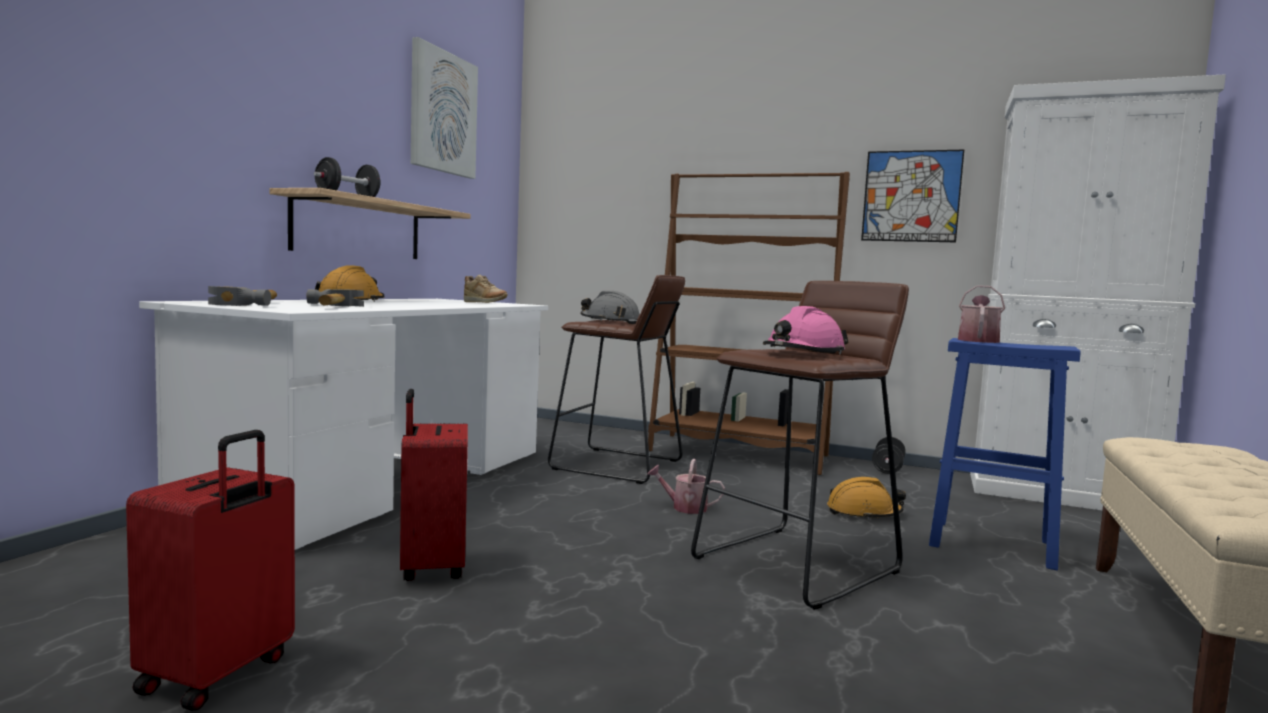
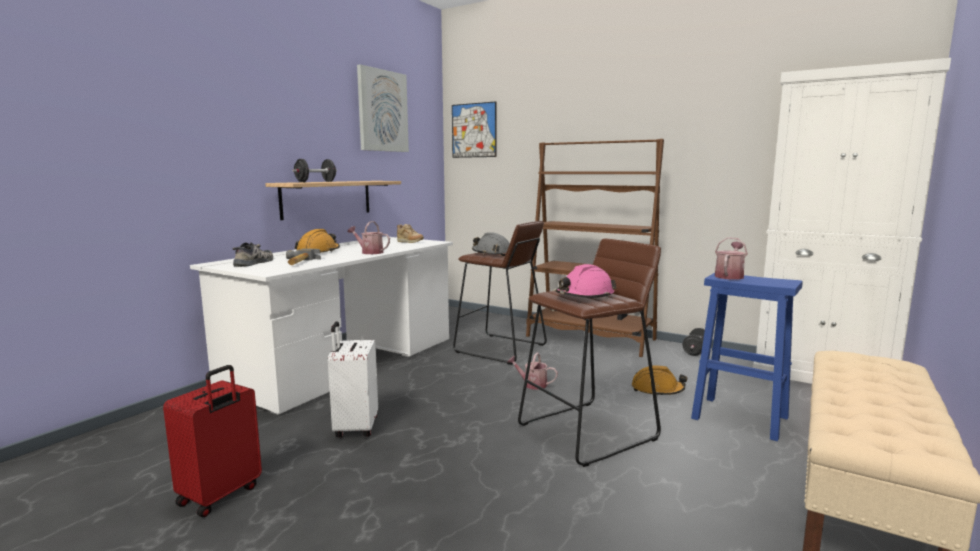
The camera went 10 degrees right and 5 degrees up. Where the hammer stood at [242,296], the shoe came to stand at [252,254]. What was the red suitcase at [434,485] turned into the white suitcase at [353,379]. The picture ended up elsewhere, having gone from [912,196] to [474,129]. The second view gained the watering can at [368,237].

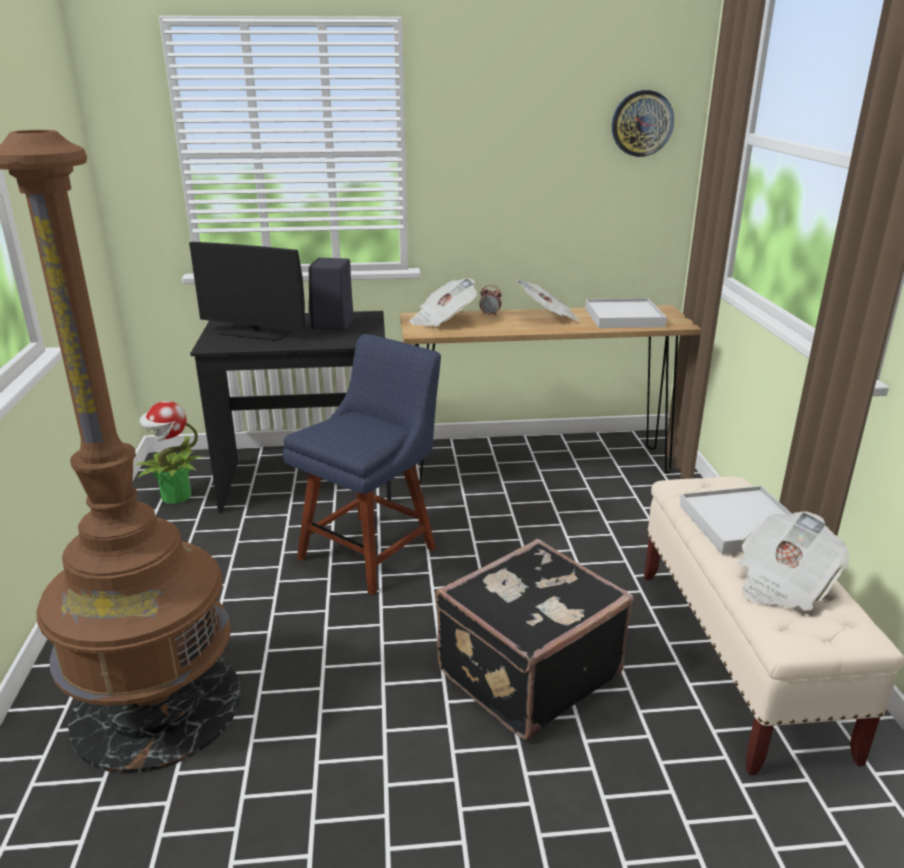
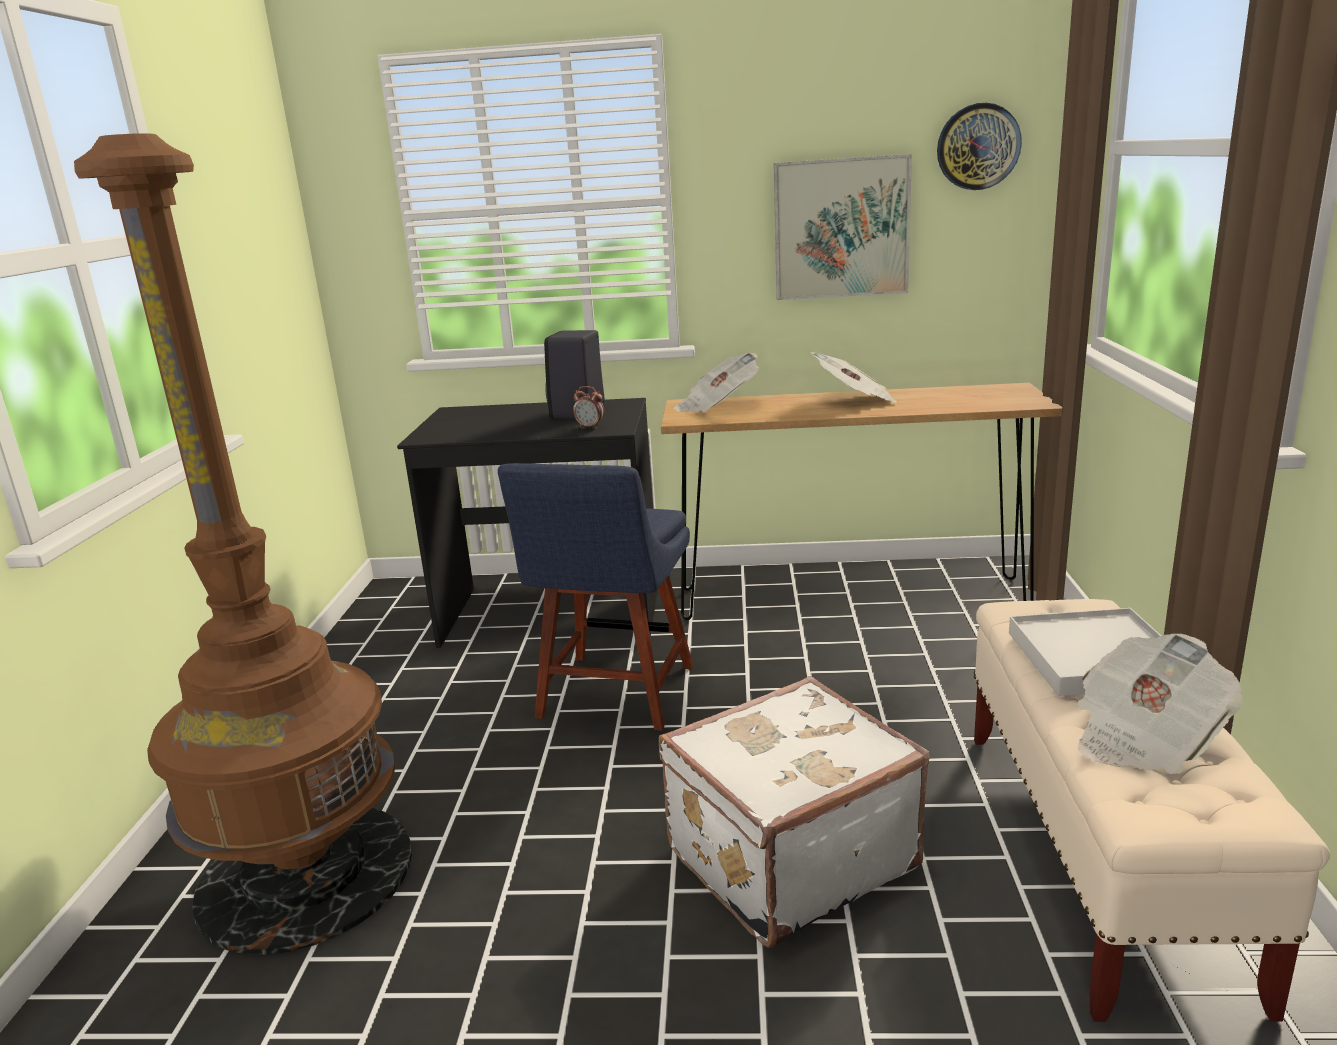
The camera went 10 degrees right and 5 degrees down. The second view lost the potted plant at [168,452]. The second view lost the monitor at [247,291]. The blue chair at [361,465] ended up facing another way, 150 degrees clockwise from before. What was the black suitcase at [535,639] turned into the white suitcase at [794,812]. The alarm clock ended up elsewhere, having gone from [490,300] to [589,407]. The second view lost the white tray at [626,313]. The second view gained the picture at [843,227].

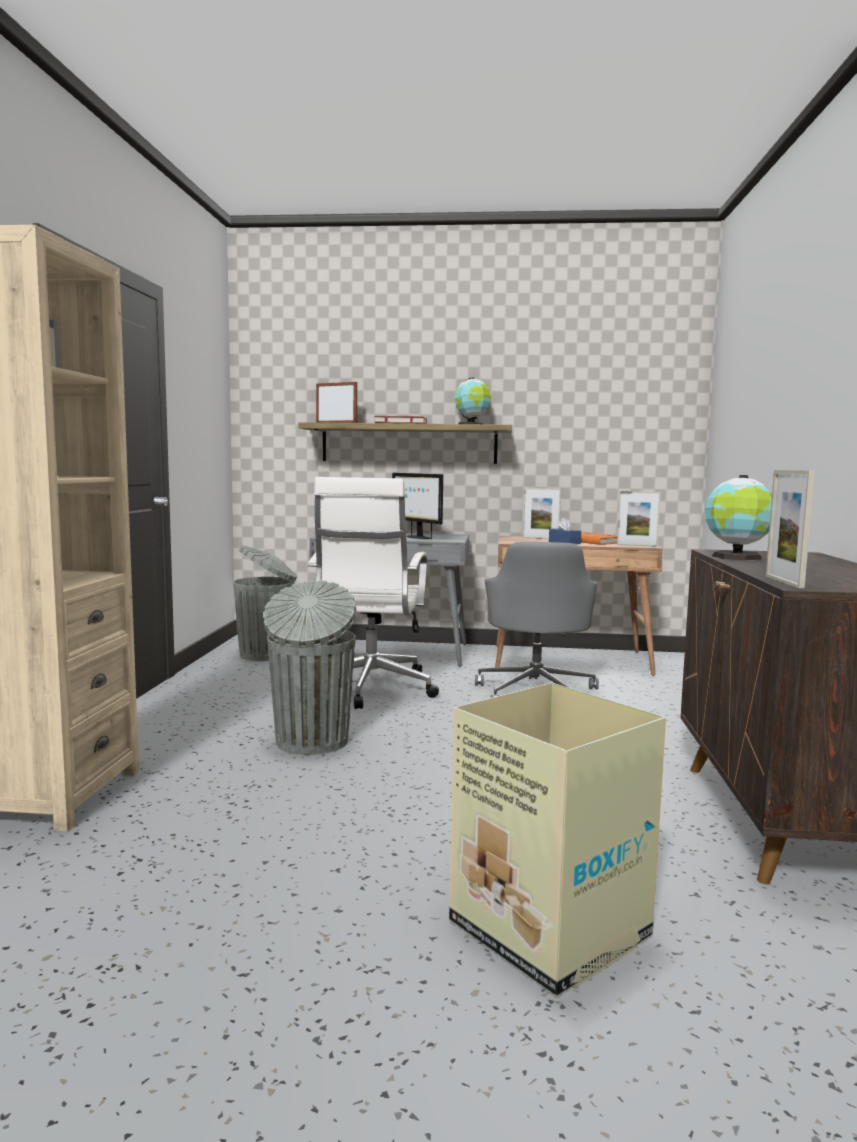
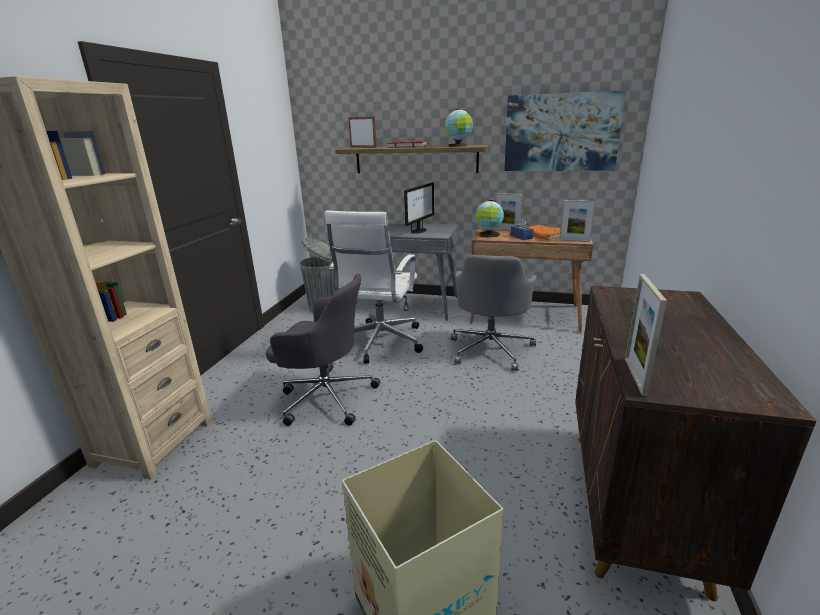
The camera went 10 degrees right and 15 degrees up. Where the grey trash can stood at [310,667], the grey office chair came to stand at [323,350]. The monitor at [417,506] ended up facing another way, 120 degrees counterclockwise from before. The globe ended up elsewhere, having gone from [738,517] to [489,219]. The second view gained the picture at [565,130].

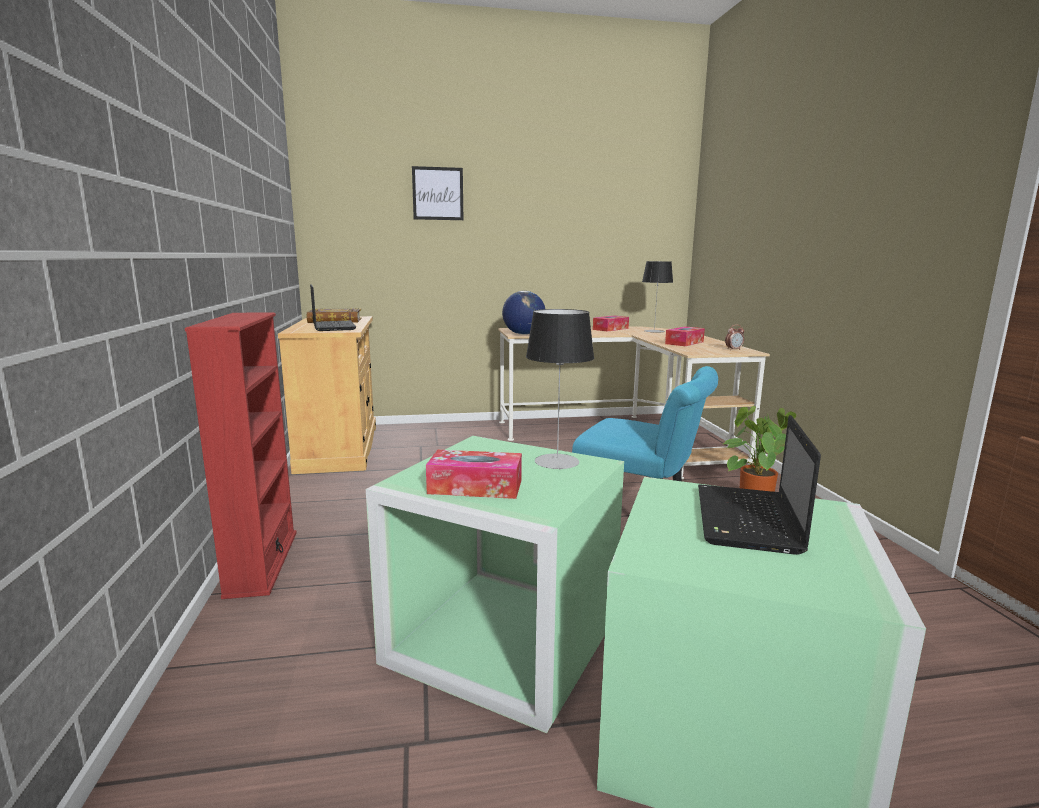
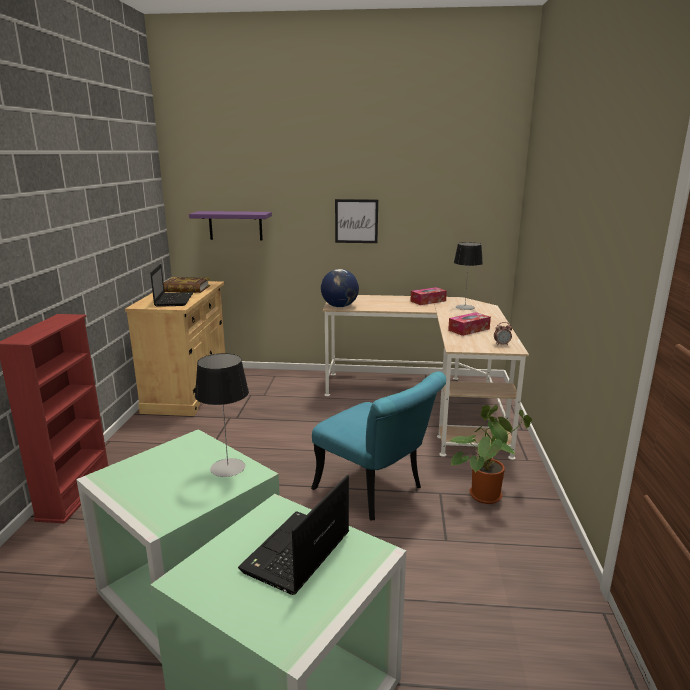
The camera went 15 degrees right and 5 degrees up. The picture ended up elsewhere, having gone from [437,193] to [356,221]. The second view lost the tissue box at [474,474]. The second view gained the purple shelf at [230,226].

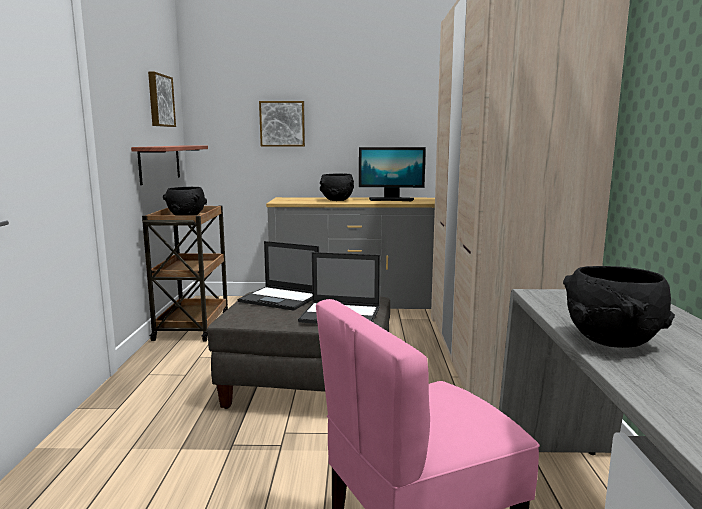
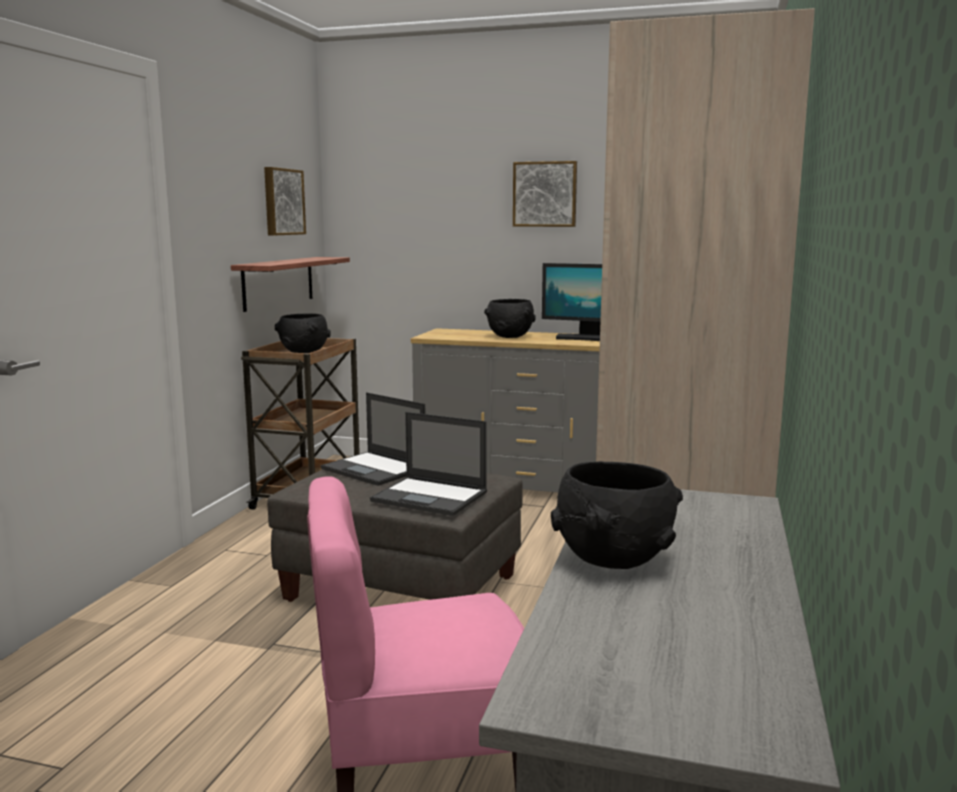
The camera went 15 degrees right and 0 degrees up. The picture ended up elsewhere, having gone from [282,124] to [545,194].

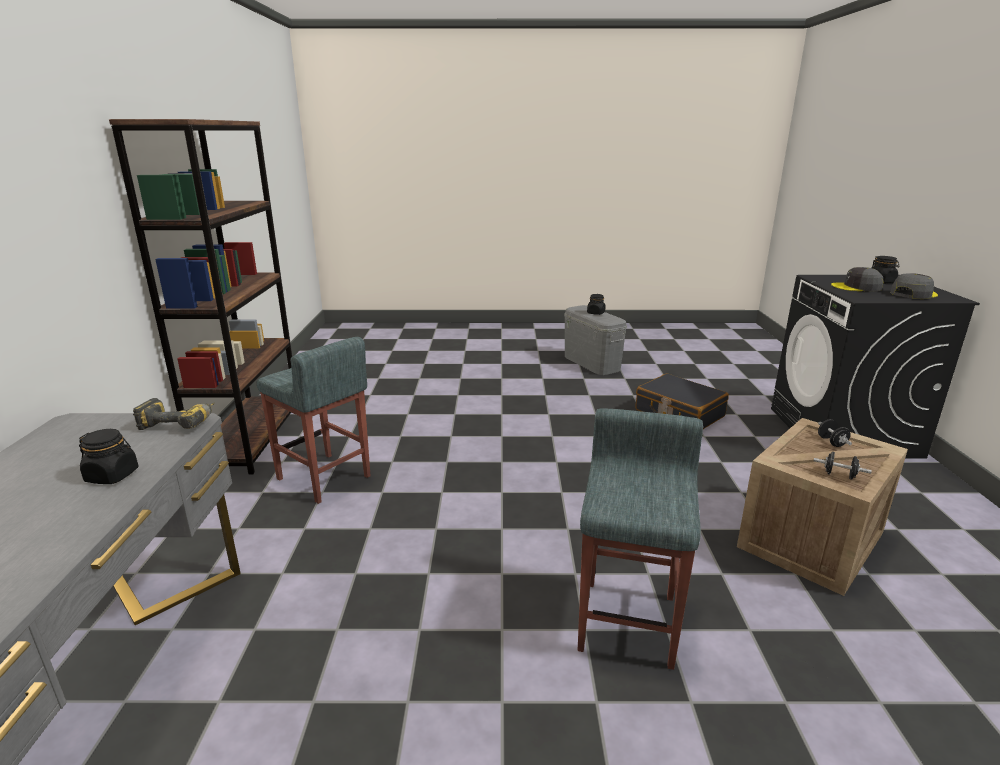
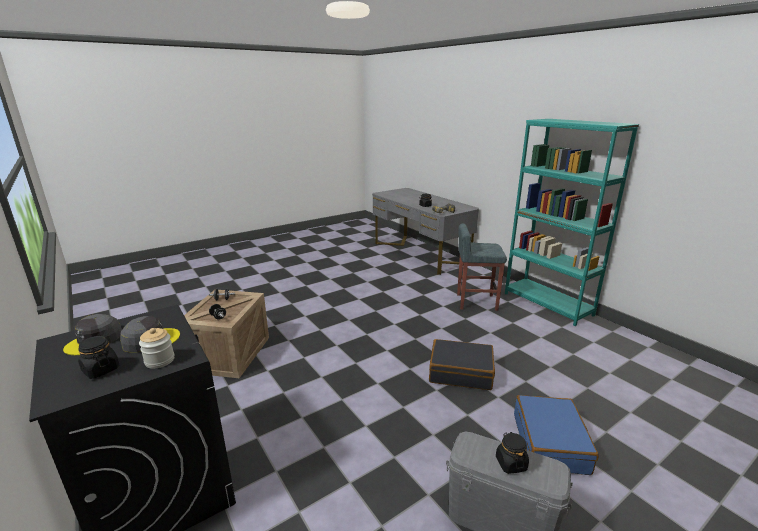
The camera went 145 degrees right and 0 degrees up. What was the brown bookcase at [200,296] turned into the turquoise bookcase at [572,222]. The second view lost the grey stool at [640,539]. The black suitcase ended up elsewhere, having gone from [682,401] to [462,364]. The second view gained the jar at [156,348]. The second view gained the blue suitcase at [556,435].

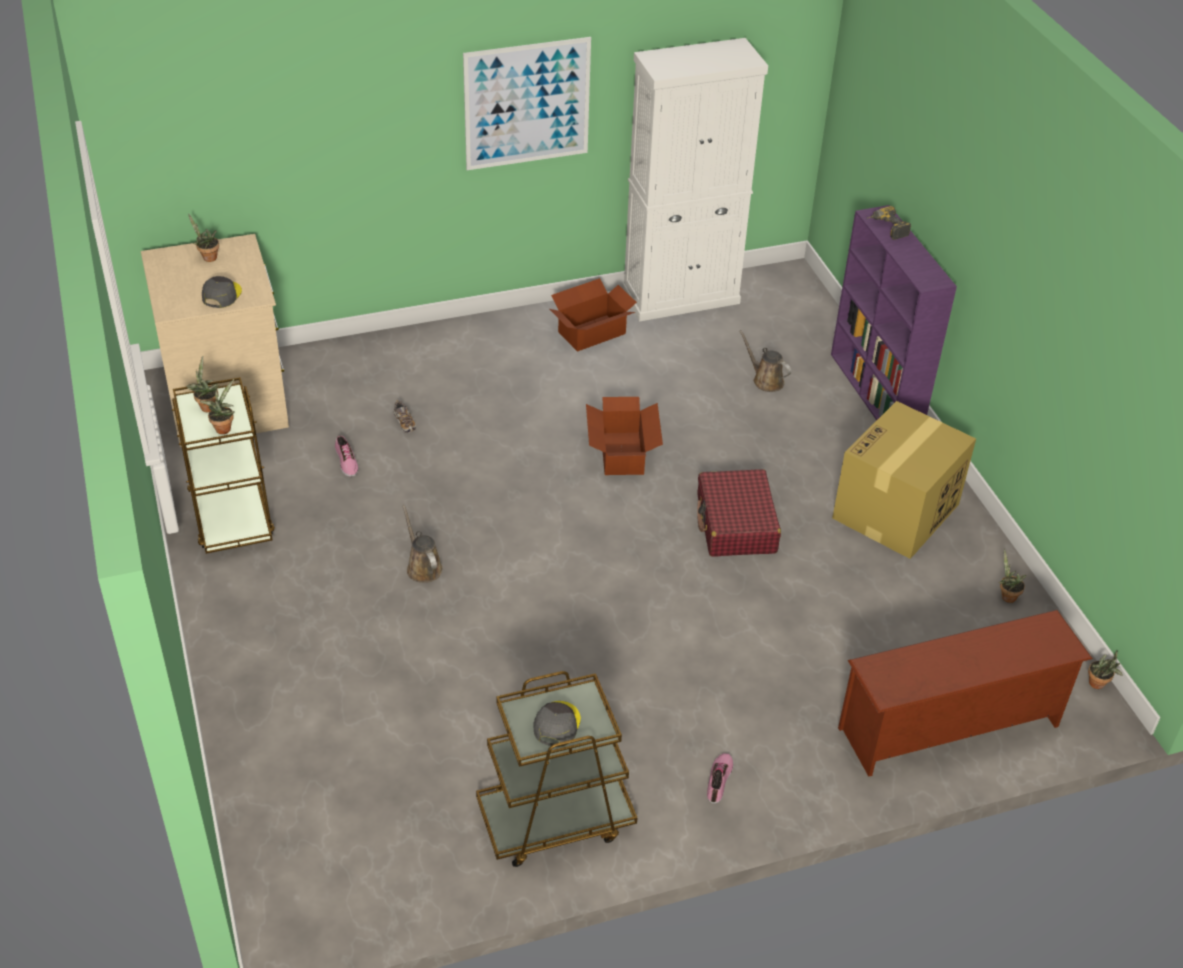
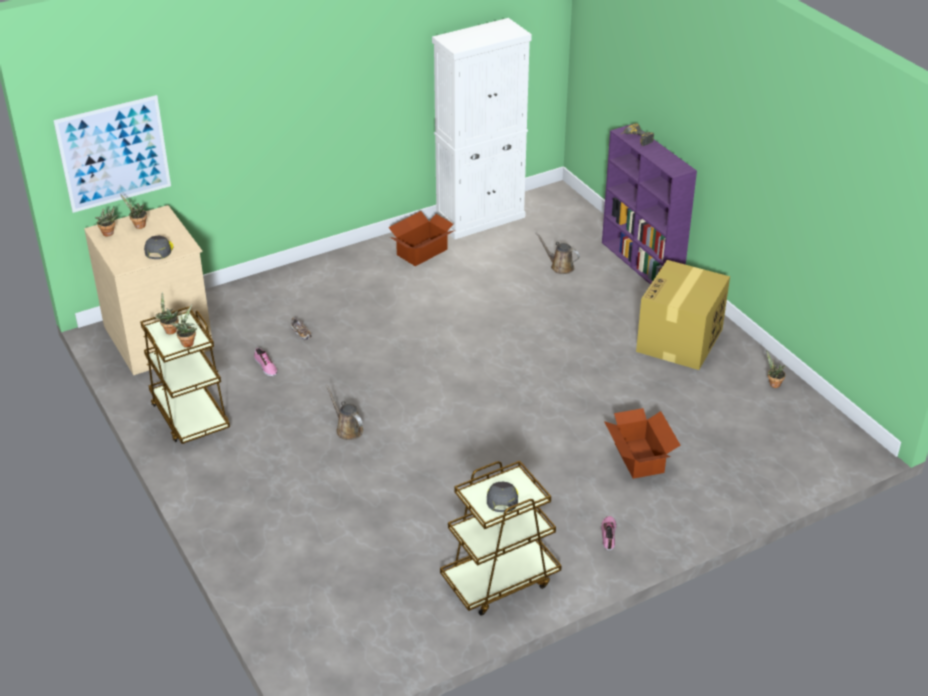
The camera went 10 degrees left and 5 degrees down. The picture ended up elsewhere, having gone from [527,103] to [112,154]. The cardboard box ended up elsewhere, having gone from [624,436] to [642,443]. The second view lost the red suitcase at [739,512]. The second view lost the brown shoe rack at [965,693]. The potted plant ended up elsewhere, having gone from [1105,669] to [106,221].

